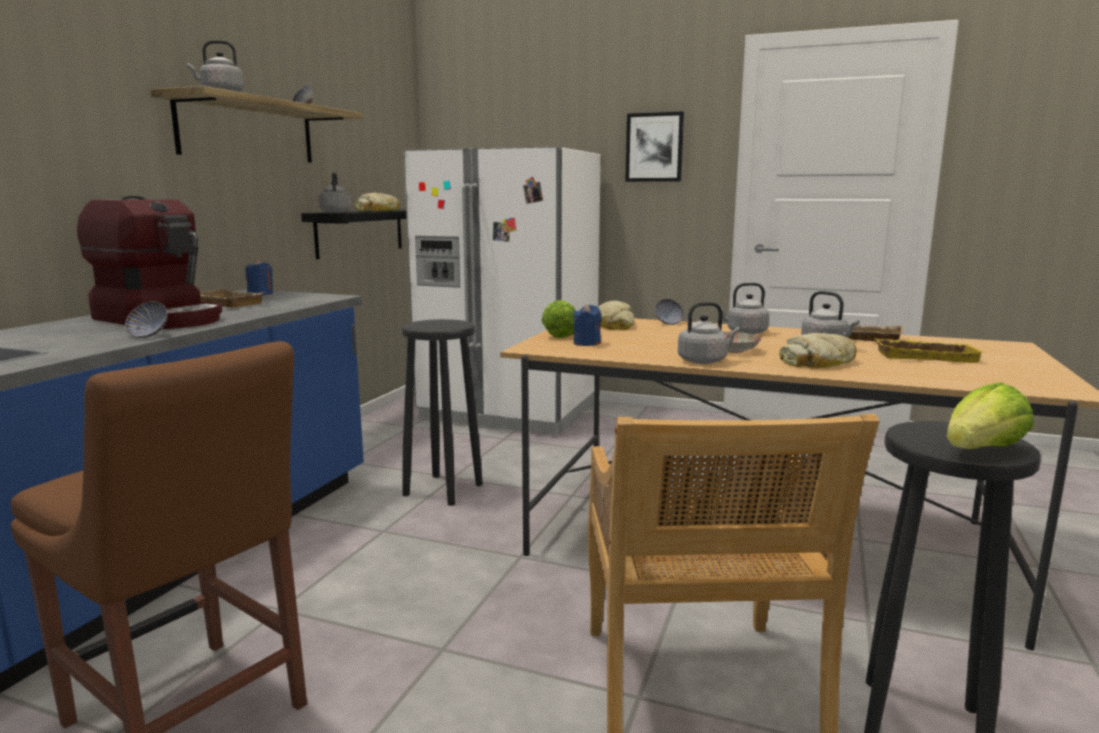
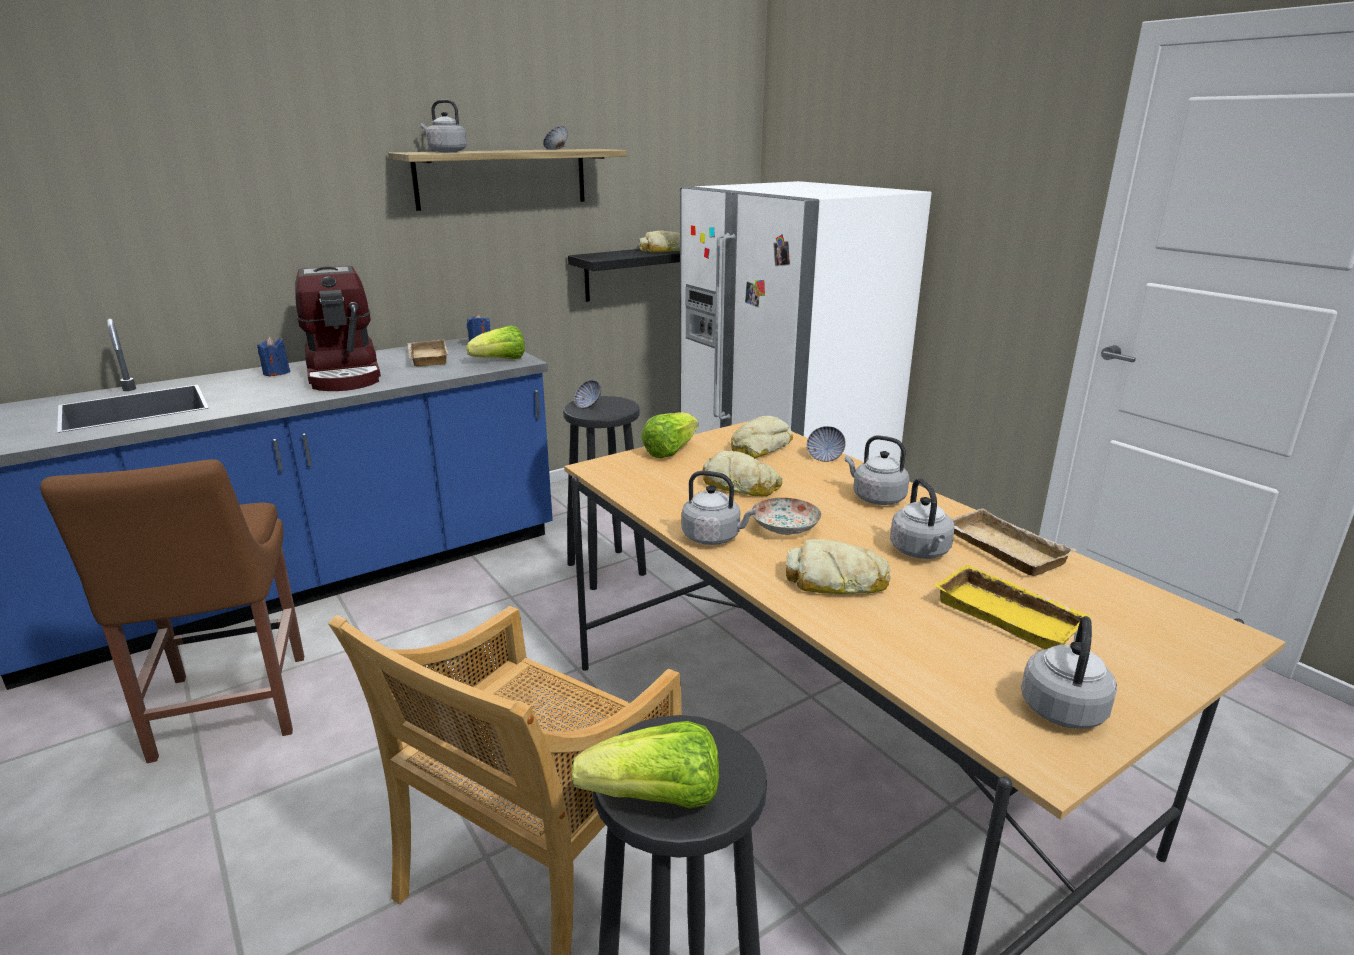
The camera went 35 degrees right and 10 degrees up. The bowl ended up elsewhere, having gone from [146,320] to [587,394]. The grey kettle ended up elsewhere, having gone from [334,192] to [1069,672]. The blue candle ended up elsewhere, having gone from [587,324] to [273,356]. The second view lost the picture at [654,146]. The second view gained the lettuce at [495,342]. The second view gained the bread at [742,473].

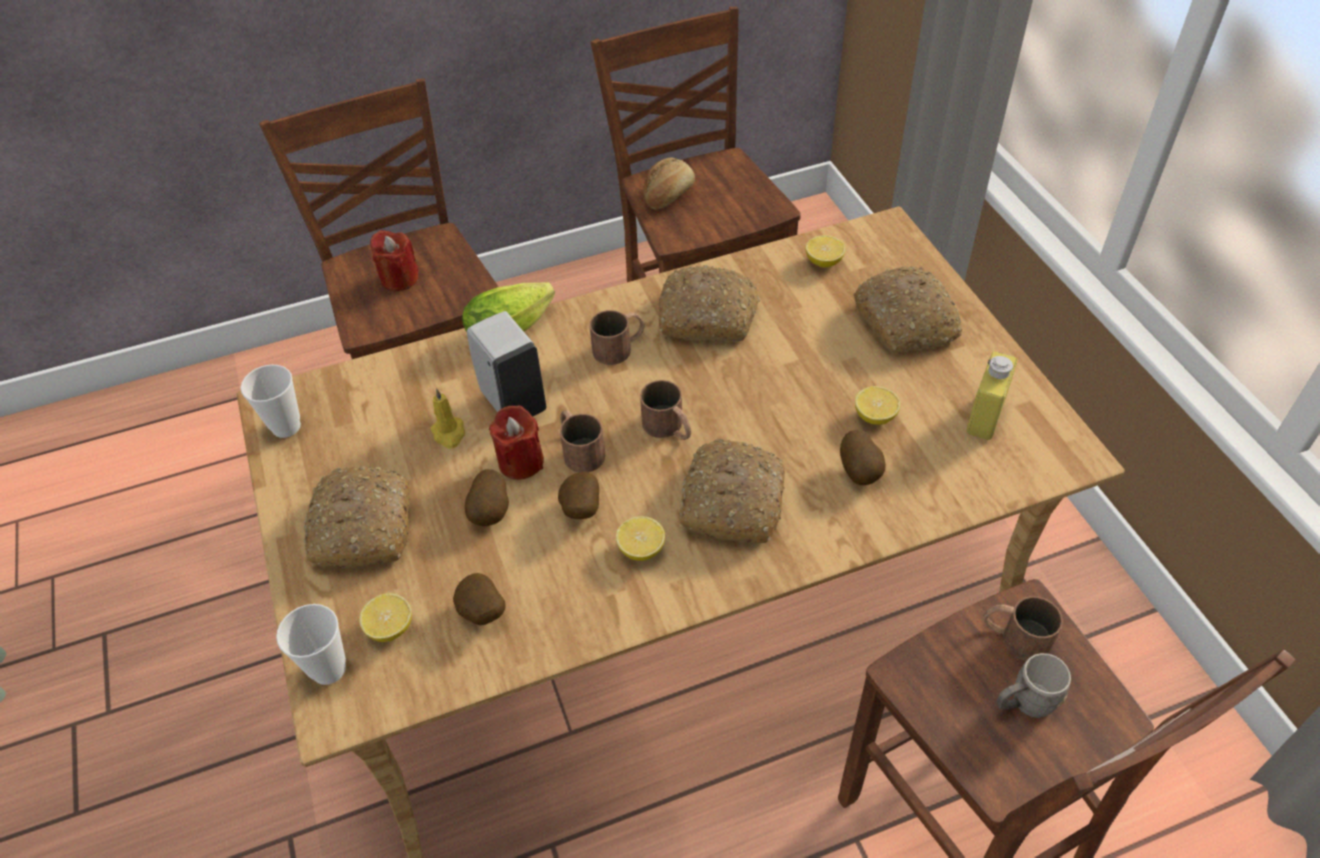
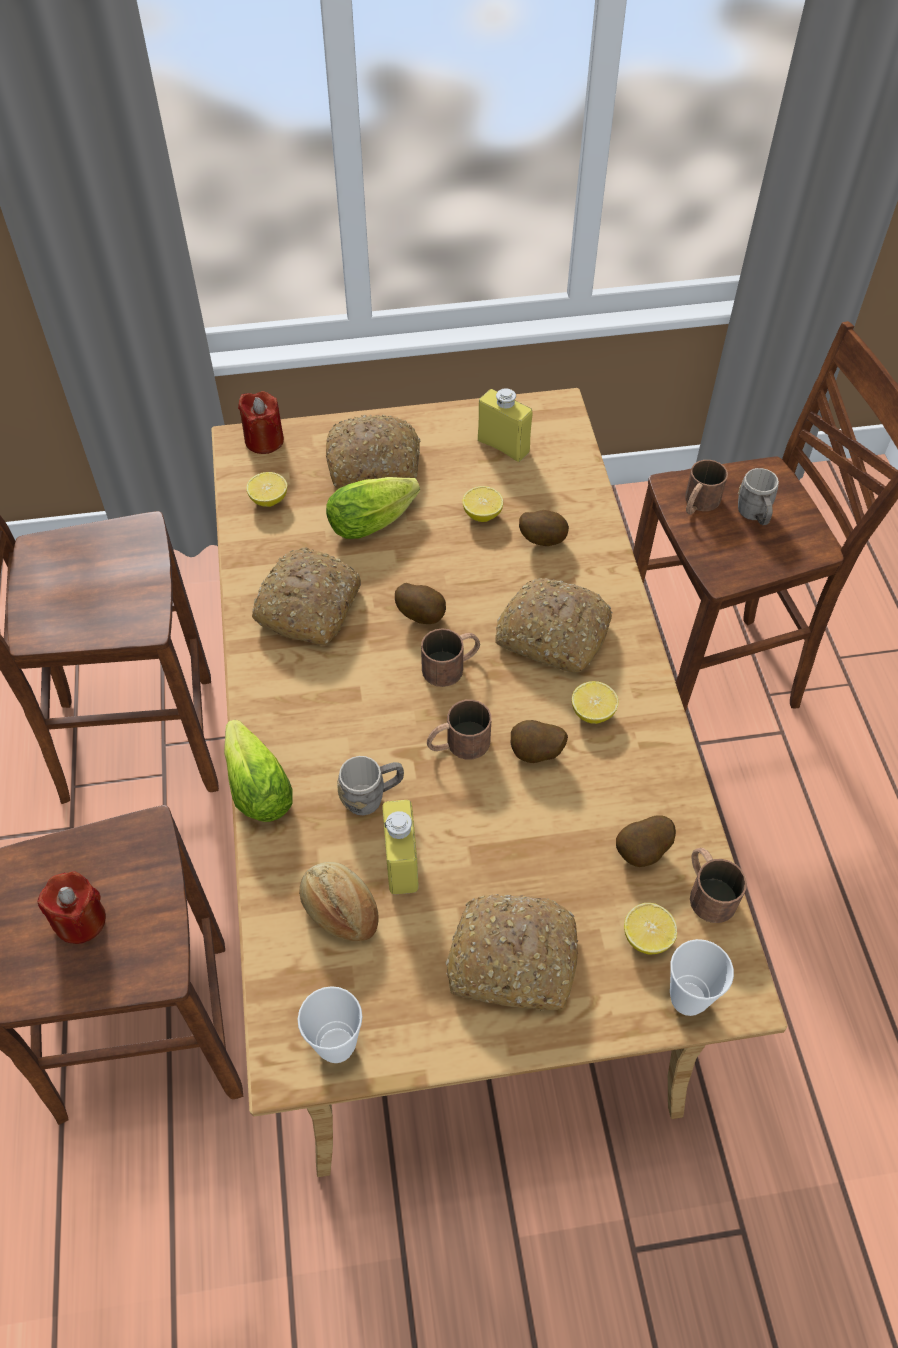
The camera went 80 degrees left and 5 degrees up. Where the yellow candle stood at [447,418], the yellow bottle came to stand at [400,847]. The potato ended up elsewhere, having gone from [487,497] to [420,603]. Where the white soap dispenser stood at [506,363], the grey mug came to stand at [370,785]. The red candle ended up elsewhere, having gone from [516,442] to [261,422]. The brown mug ended up elsewhere, having gone from [617,337] to [718,885]. The bread ended up elsewhere, having gone from [669,184] to [339,902]. The second view gained the lettuce at [373,508].

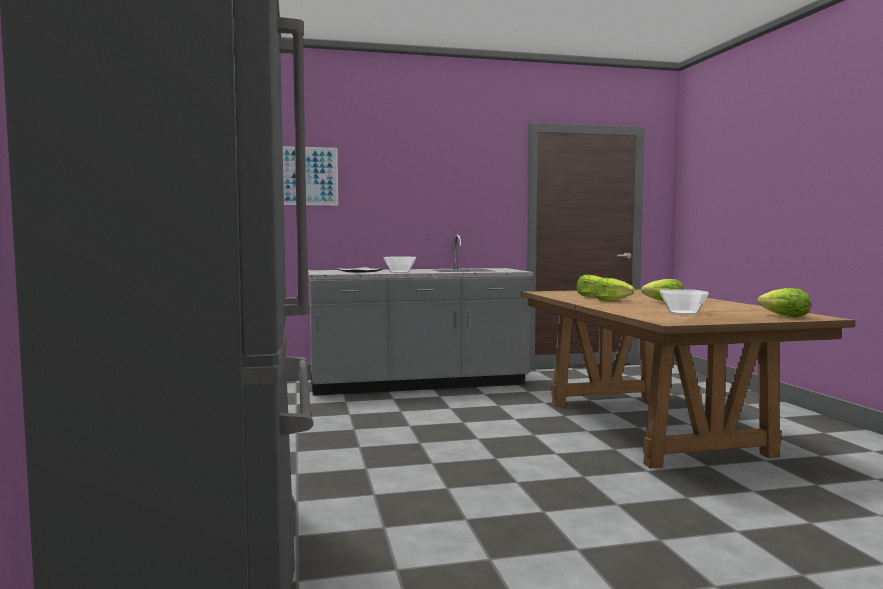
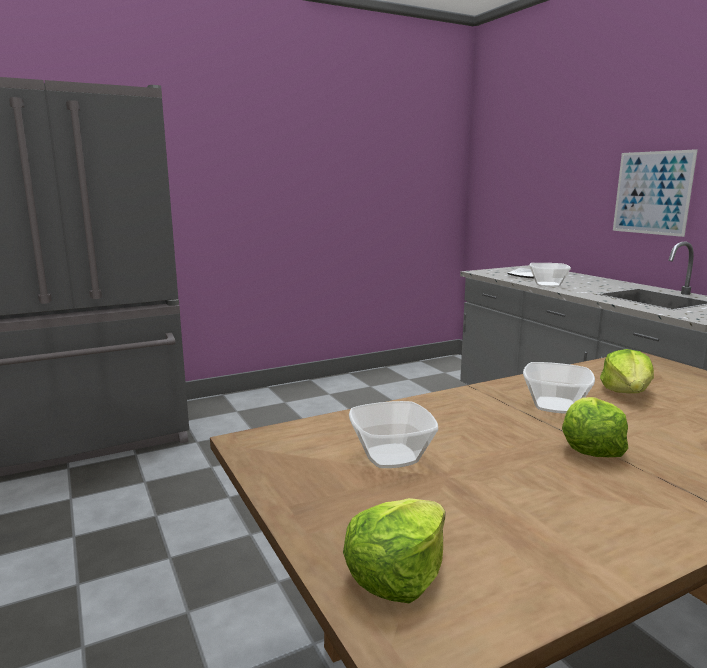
The camera went 75 degrees right and 10 degrees up. The picture ended up elsewhere, having gone from [310,175] to [655,193]. Where the lettuce stood at [614,289], the bowl came to stand at [559,388].

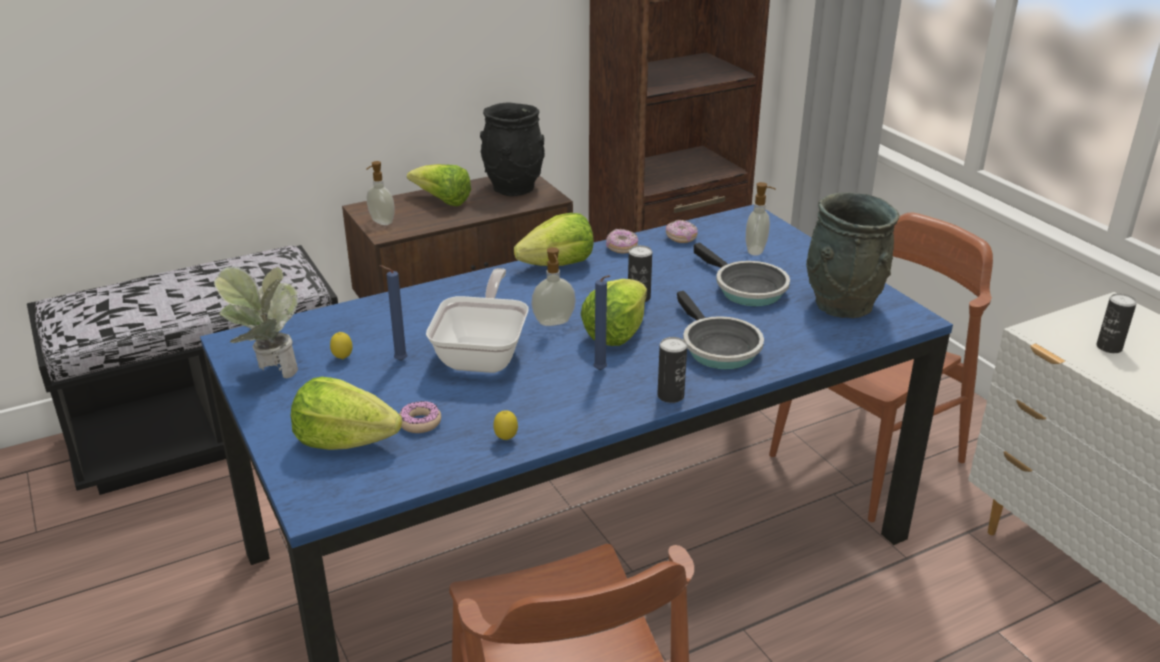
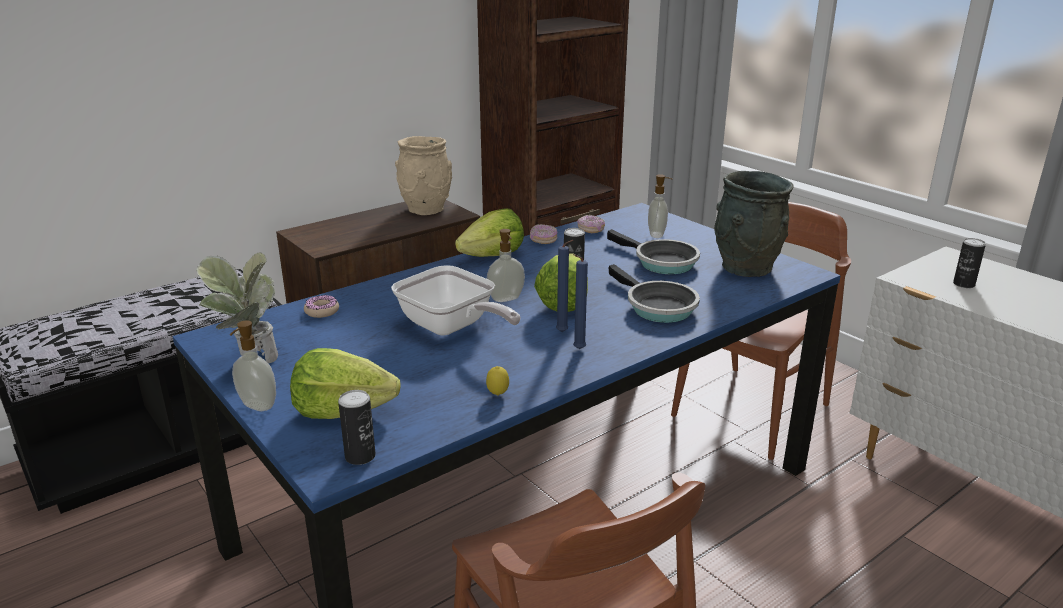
The camera went 10 degrees left and 5 degrees down. The second view lost the lemon at [341,345]. The soap dispenser ended up elsewhere, having gone from [380,193] to [253,366]. The blue candle ended up elsewhere, having gone from [393,313] to [580,301]. The donut ended up elsewhere, having gone from [420,417] to [321,306]. The second view lost the lettuce at [439,185]. The frying pan at [477,320] ended up facing another way, 135 degrees clockwise from before. What was the black vase at [512,149] turned into the beige vase at [423,175]. The can ended up elsewhere, having gone from [672,370] to [357,427].

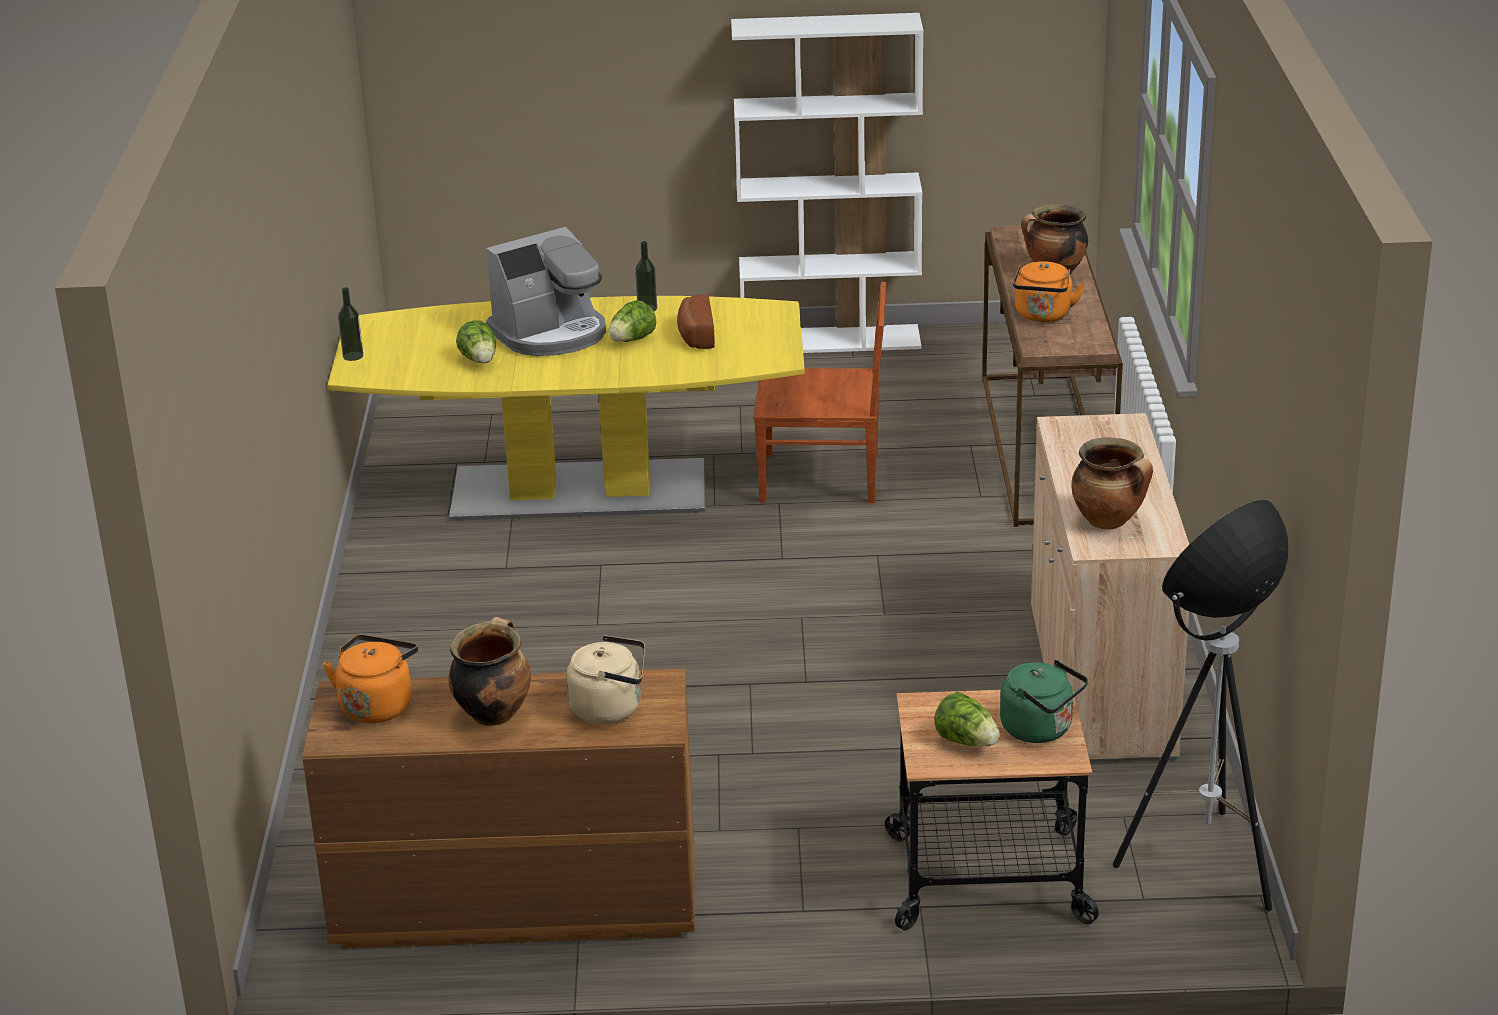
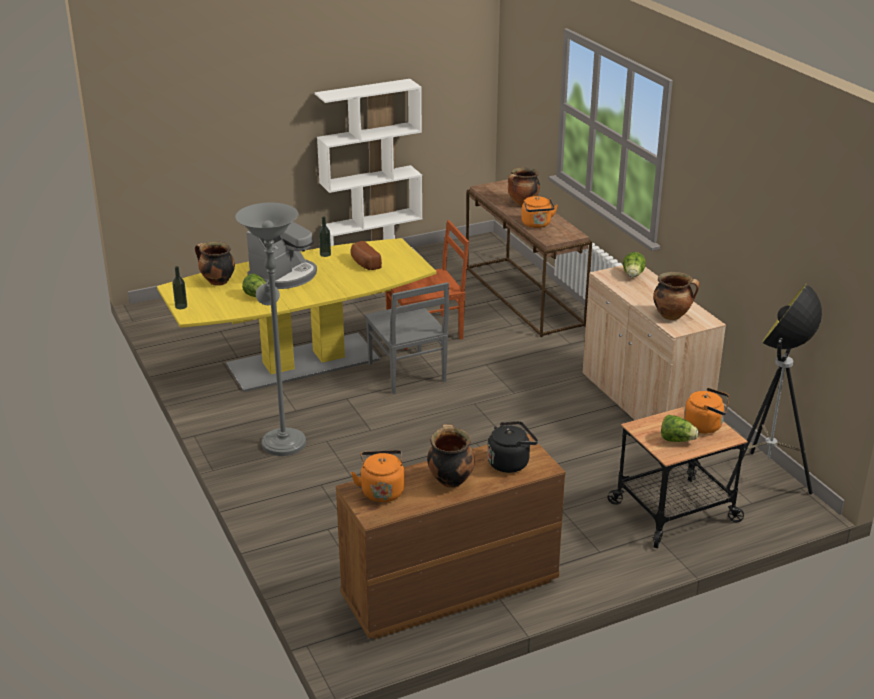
The camera went 25 degrees left and 0 degrees up. What was the beige kettle at [605,679] turned into the black kettle at [512,447]. The lettuce ended up elsewhere, having gone from [632,321] to [634,264]. What was the green kettle at [1044,701] turned into the orange kettle at [706,411]. The second view gained the cooking pot at [215,264]. The second view gained the grey floor lamp at [270,329]. The second view gained the grey chair at [407,338].

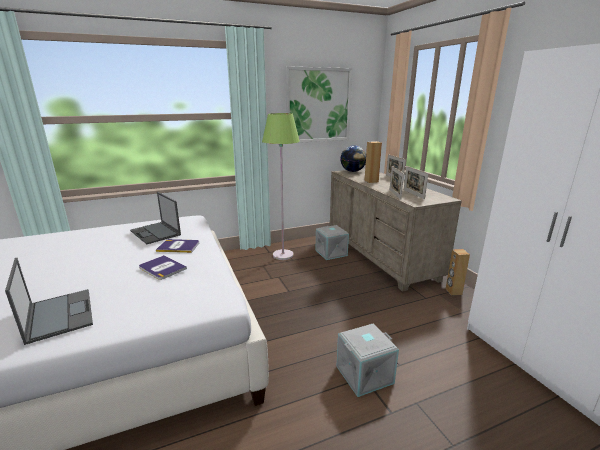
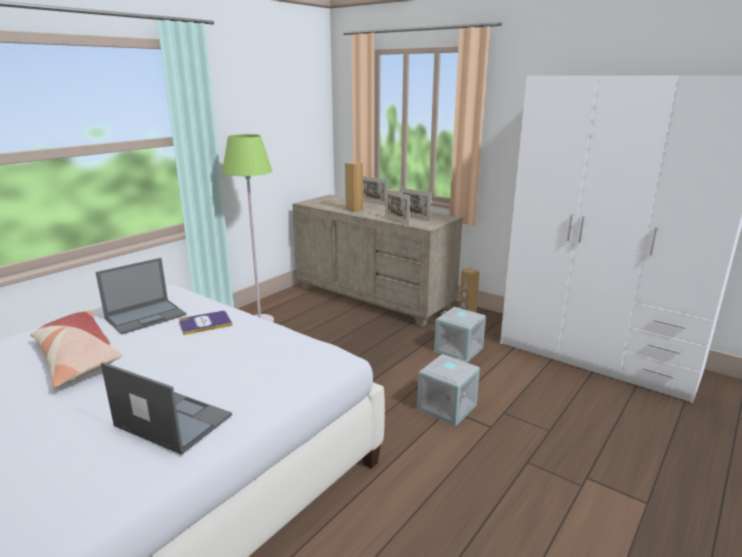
The camera went 30 degrees left and 0 degrees up. The laptop at [155,218] ended up facing another way, 60 degrees counterclockwise from before. The second view lost the book at [163,267]. The second view lost the picture at [319,104]. The grey storage box ended up elsewhere, having gone from [332,242] to [460,334]. The second view lost the globe at [353,158]. The second view gained the pillow at [76,348].

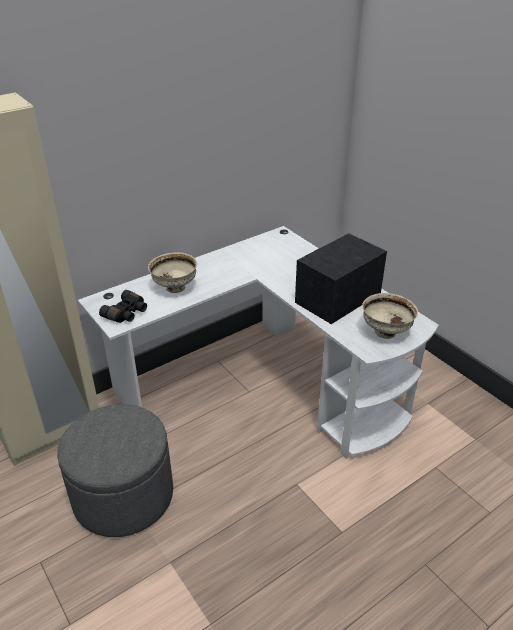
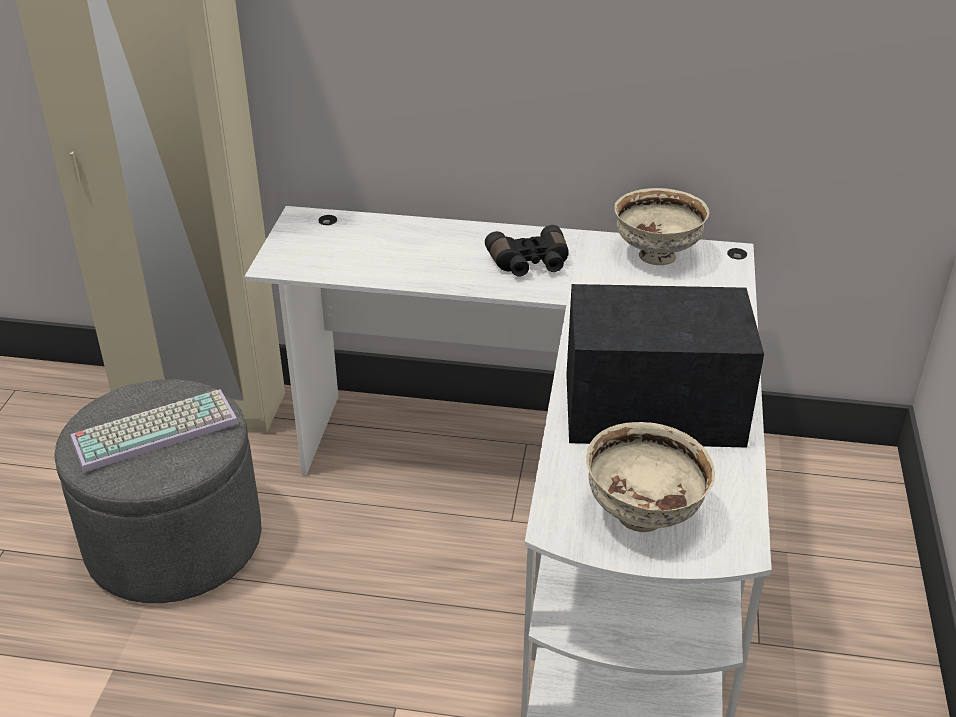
The camera went 45 degrees right and 0 degrees up. The black binoculars ended up elsewhere, having gone from [123,306] to [527,251]. The beige bowl ended up elsewhere, having gone from [172,272] to [662,226]. The second view gained the keyboard at [155,431].

